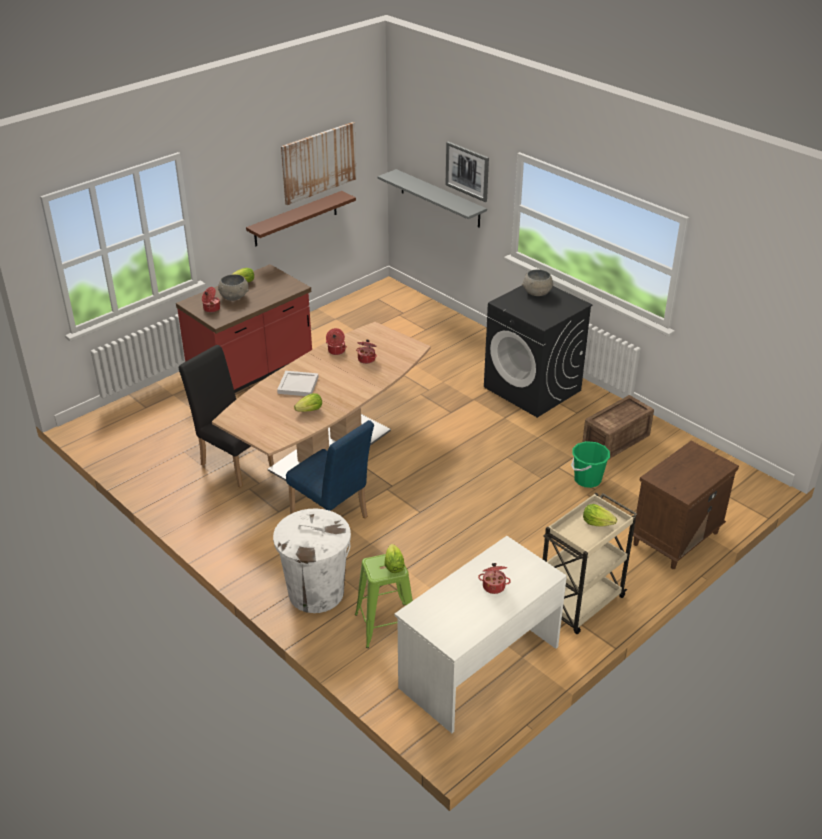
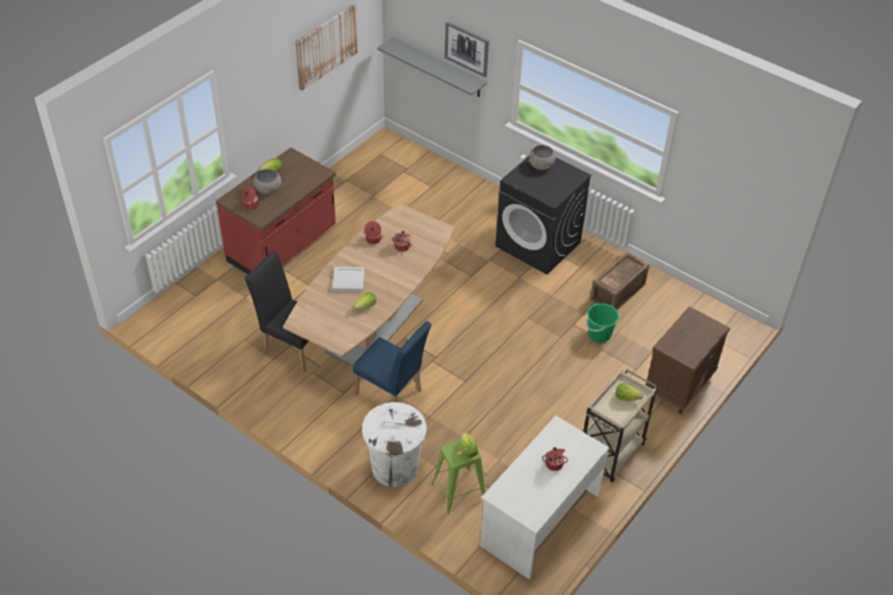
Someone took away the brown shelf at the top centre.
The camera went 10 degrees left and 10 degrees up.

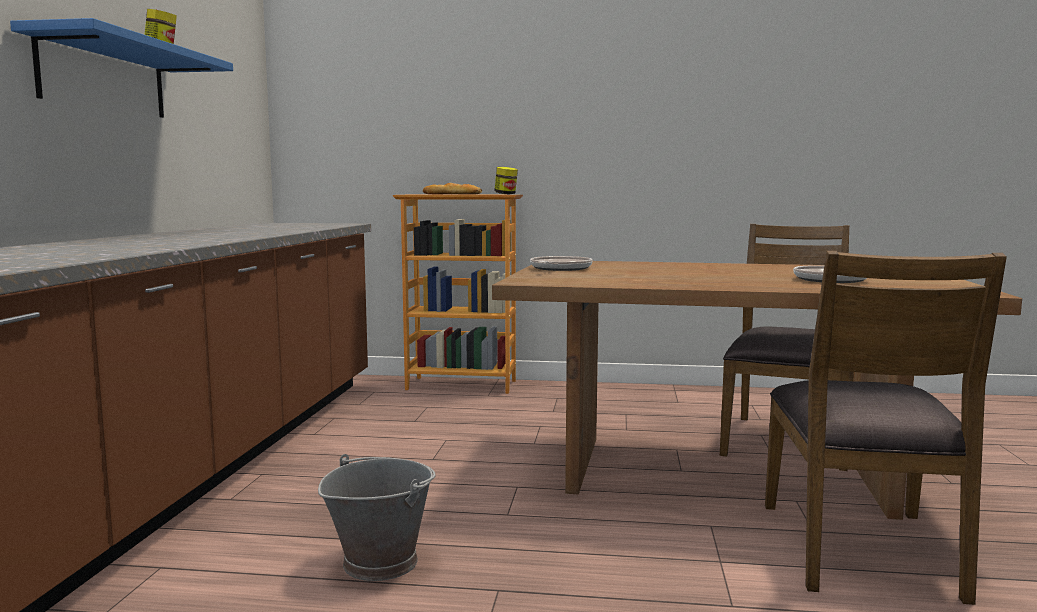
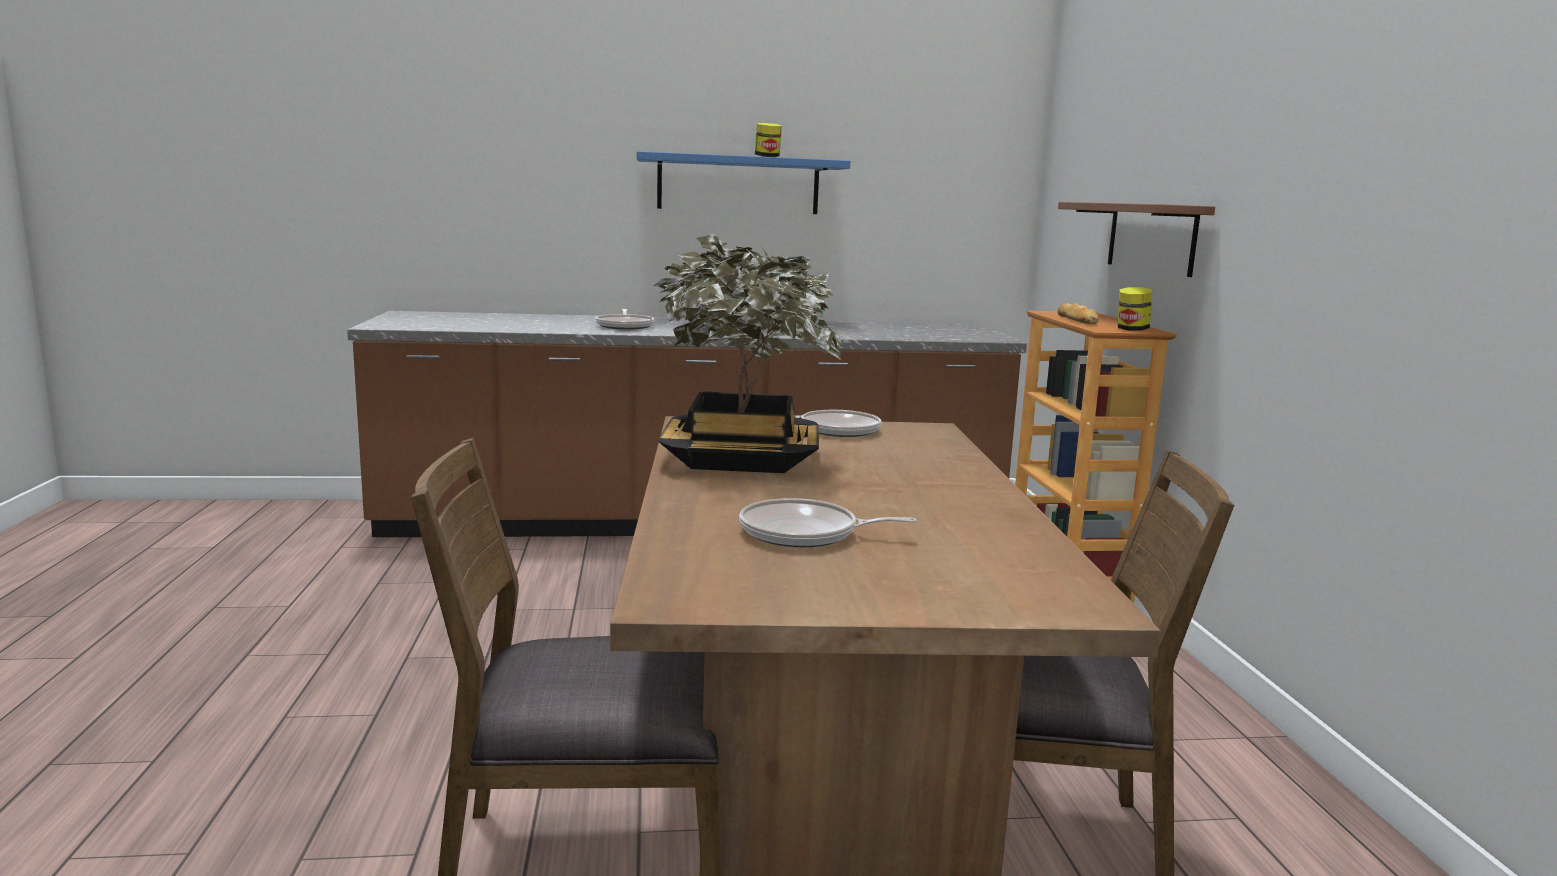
Someone took away the grey bucket at the bottom centre.
Someone put down the frying pan (no. 1 from left) at the centre.
Someone put down the potted plant at the centre.
Someone put up the brown shelf at the top right.
The camera went 75 degrees right and 5 degrees up.

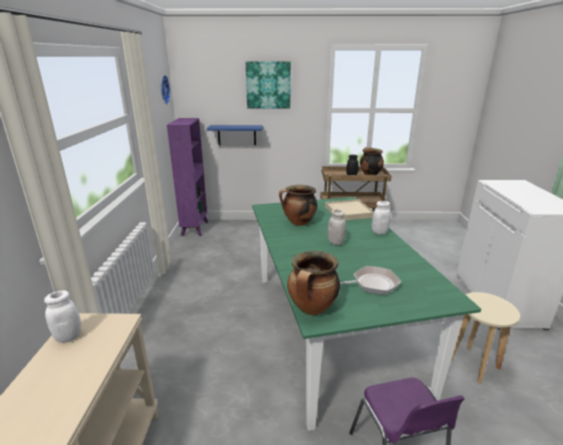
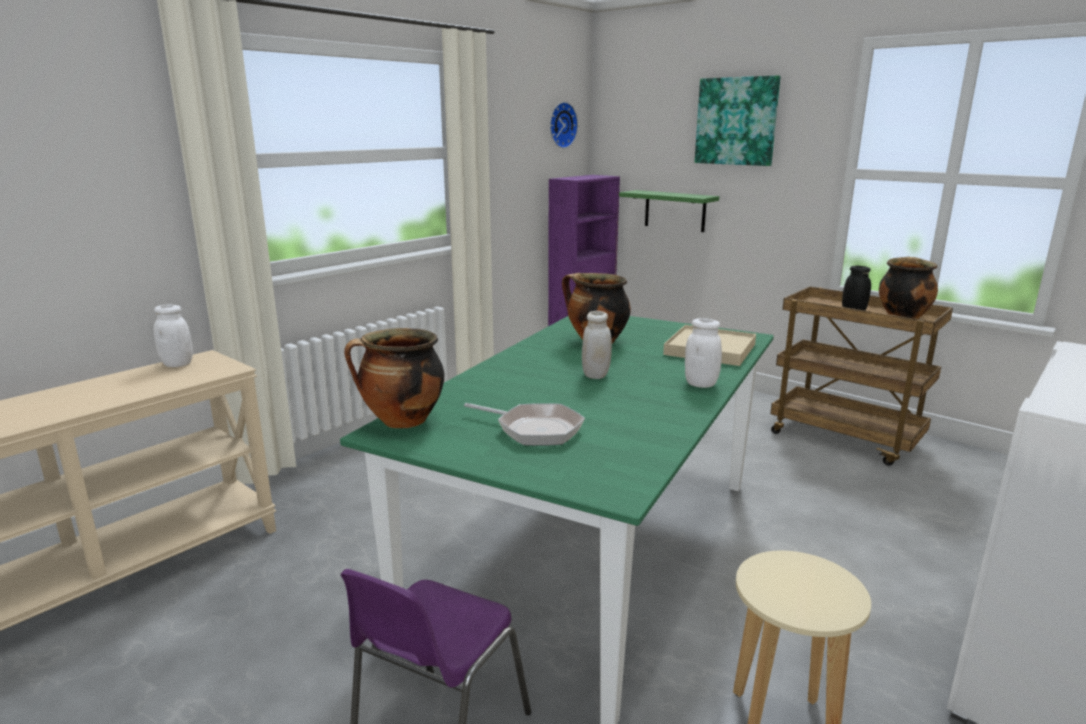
Someone repainted the blue shelf at the top centre, which became the green shelf at the top centre.
The camera went 40 degrees right and 5 degrees down.

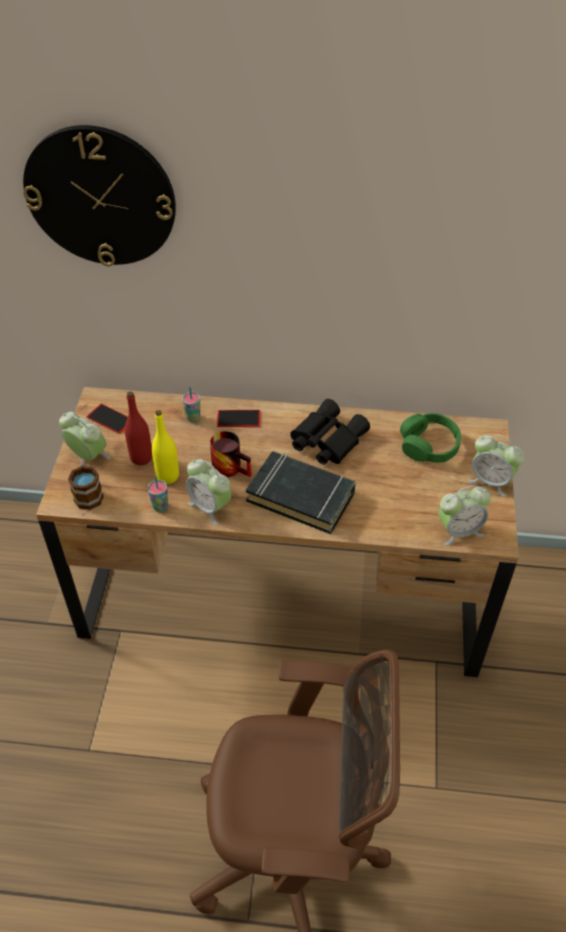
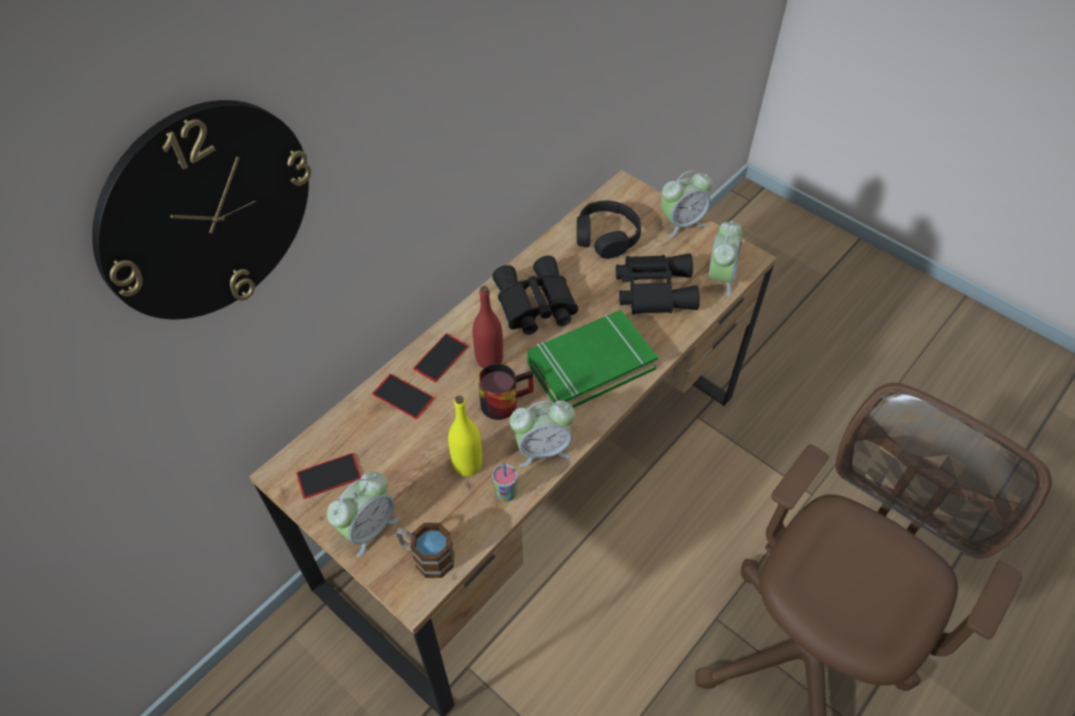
Someone put down the black binoculars (no. 2 from left) at the centre.
Someone carried the red bottle from the middle left to the centre.
Someone swapped the cup (no. 2 from left) at the centre for the phone (no. 2 from left) at the centre.
Someone repainted the black book at the centre, which became the green book at the centre.
Someone repainted the green headphones at the middle right, which became the black headphones at the top centre.
Someone rotated the alarm clock (no. 1 from left) at the middle left by 150 degrees clockwise.
The camera went 55 degrees left and 5 degrees up.

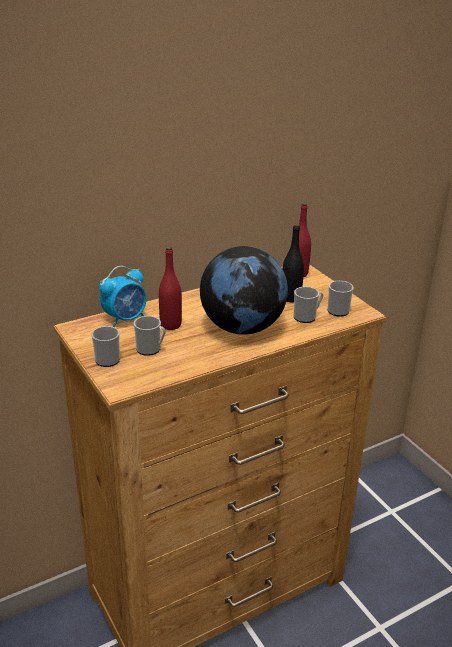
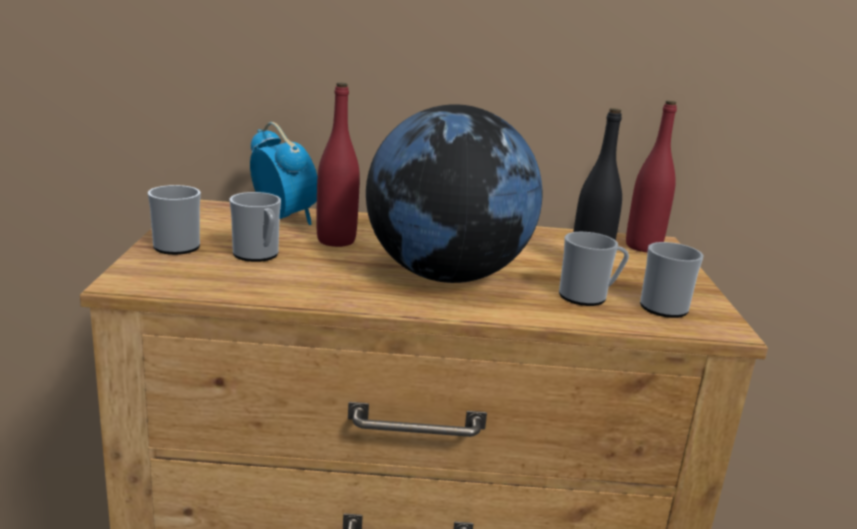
Someone rotated the alarm clock at the middle left by 120 degrees counterclockwise.
The camera went 30 degrees right and 10 degrees down.

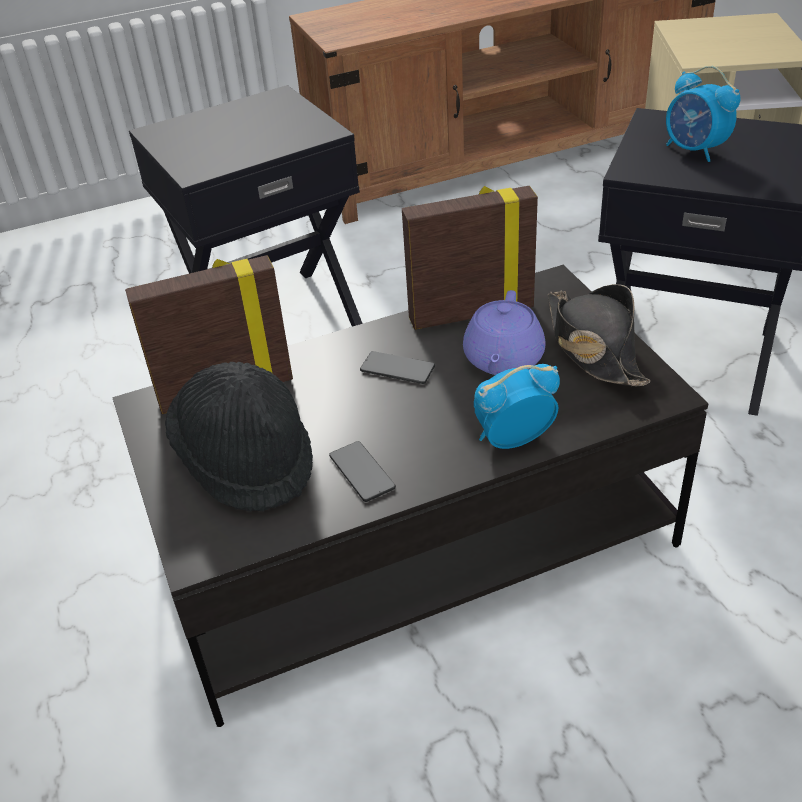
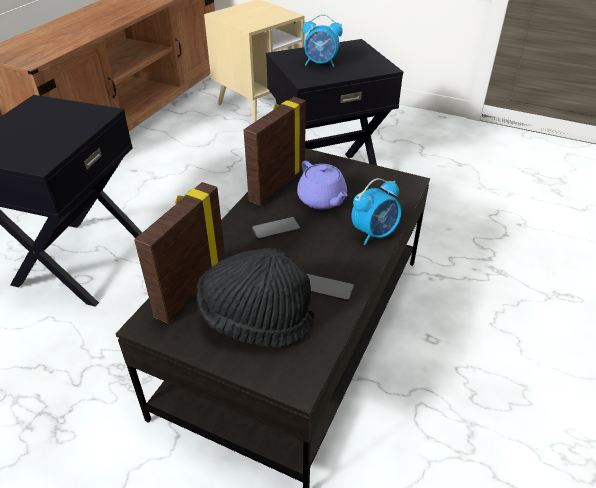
Someone took away the black hat (no. 2 from left) at the middle right.
Someone rotated the alarm clock (no. 1 from left in the first image) at the centre by 150 degrees counterclockwise.
The camera went 45 degrees left and 0 degrees up.

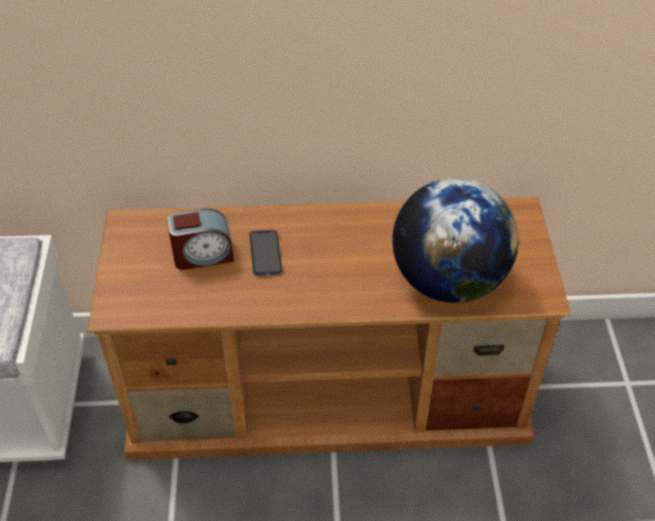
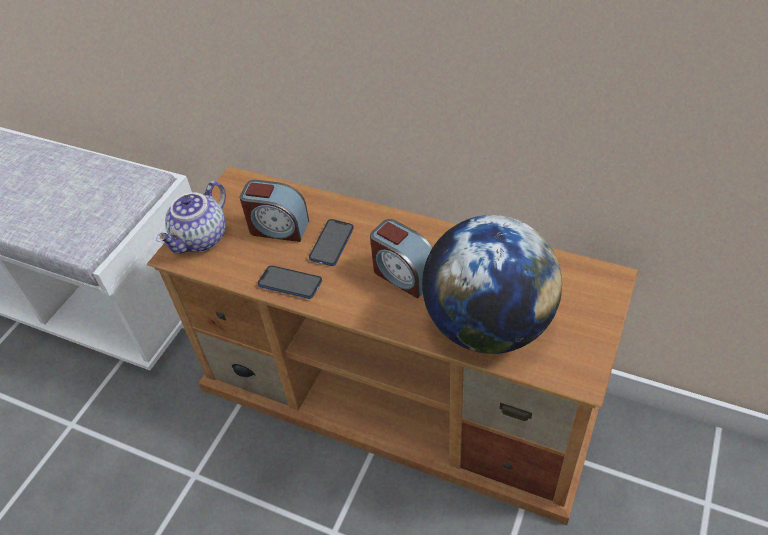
Someone put down the teapot at the middle left.
Someone put down the phone (no. 1 from left) at the centre.
Someone put down the alarm clock (no. 2 from left) at the centre.
The camera went 30 degrees right and 0 degrees up.

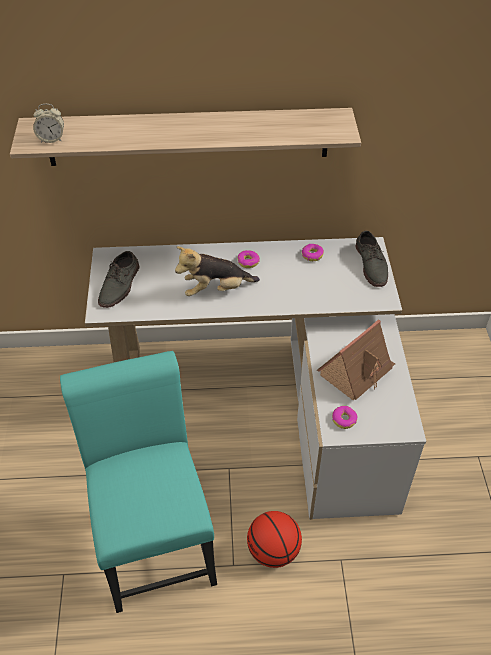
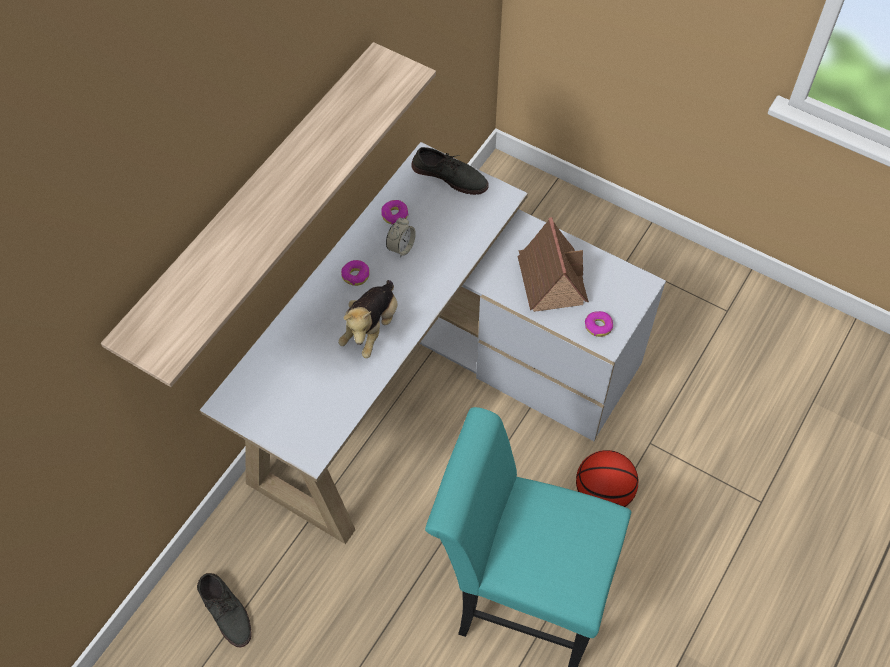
Someone carried the alarm clock from the top left to the centre.
Someone carried the grey shoe (no. 1 from left) from the middle left to the bottom left.
The camera went 55 degrees left and 10 degrees up.

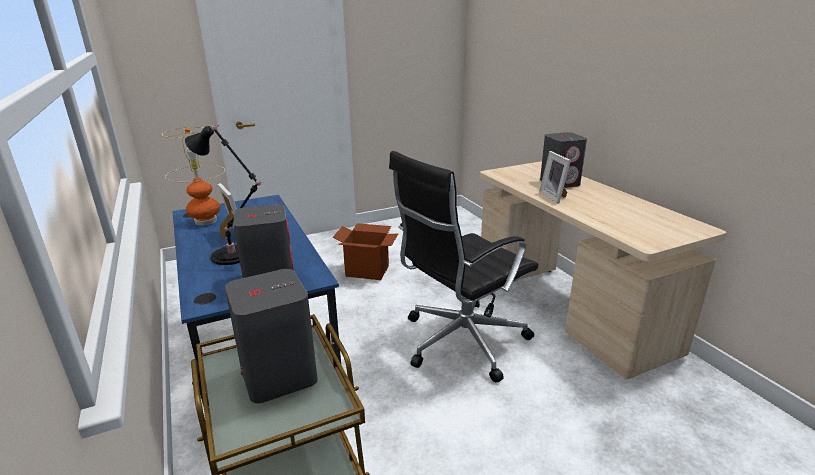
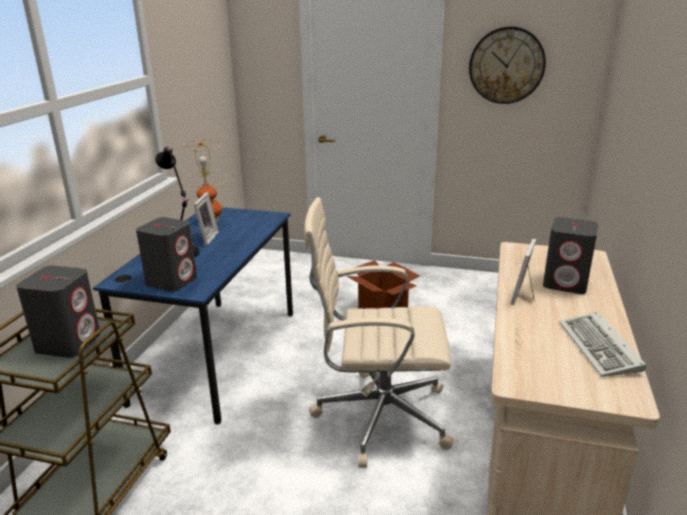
Someone put up the wall clock at the top right.
Someone put down the keyboard at the bottom right.
Someone repainted the black office chair at the centre, which became the beige office chair at the centre.
The camera went 40 degrees right and 0 degrees up.

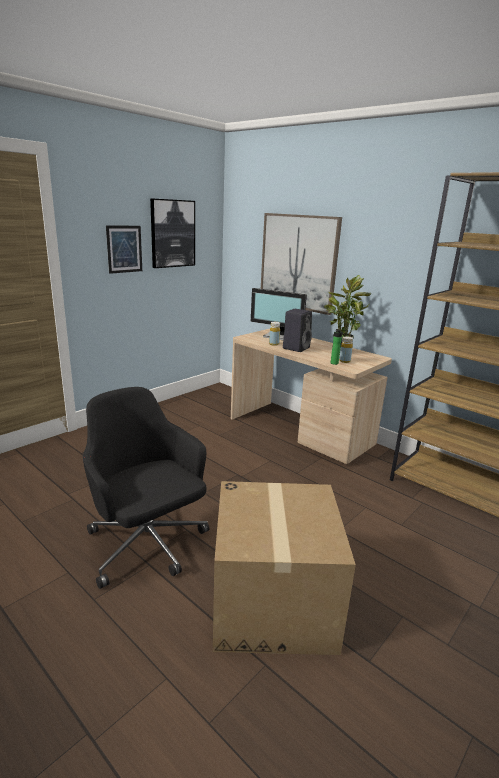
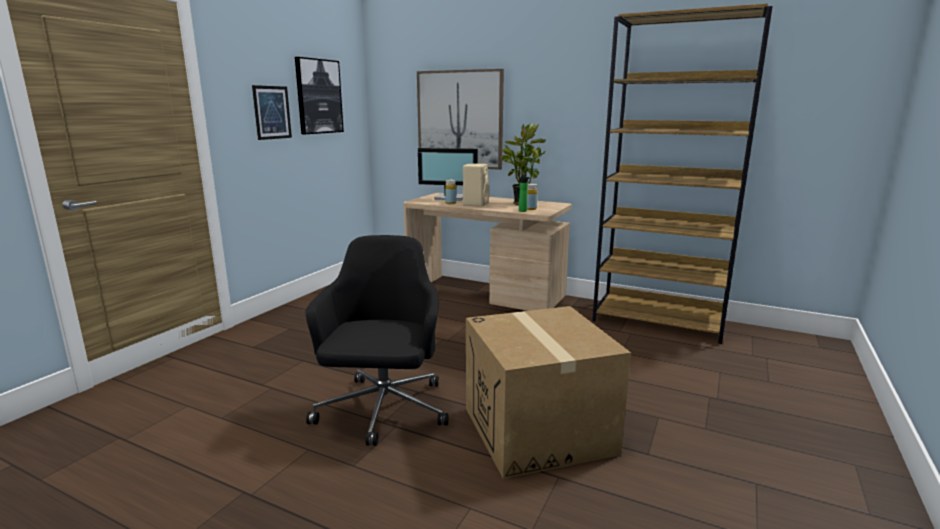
Someone repainted the black speaker at the centre, which became the beige speaker at the centre.
Someone rotated the black office chair at the middle left by 60 degrees clockwise.
The camera went 15 degrees left and 5 degrees down.

